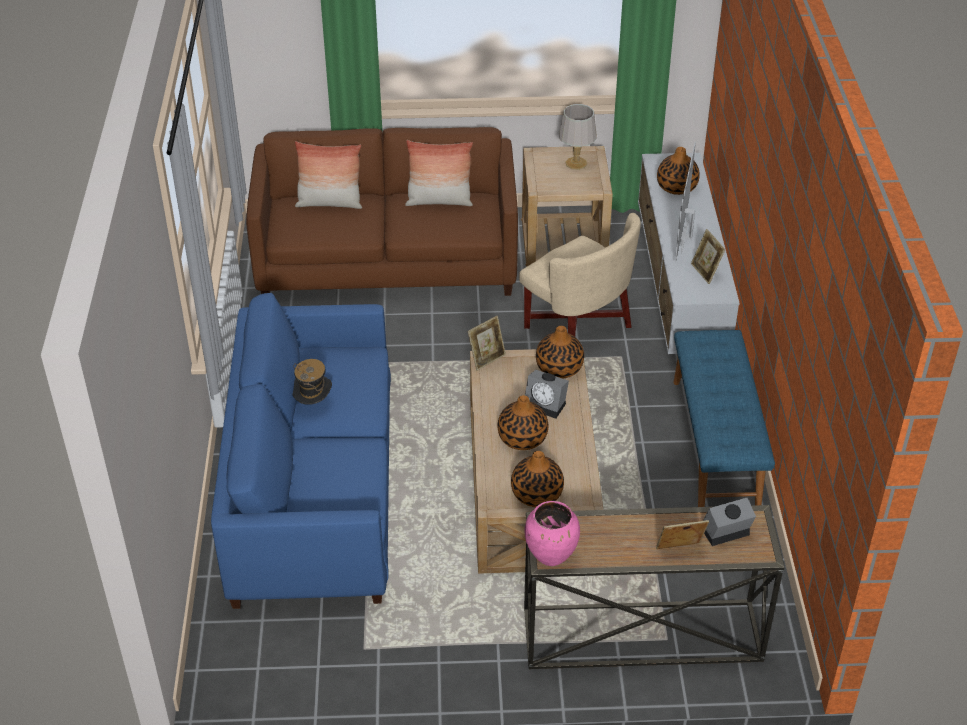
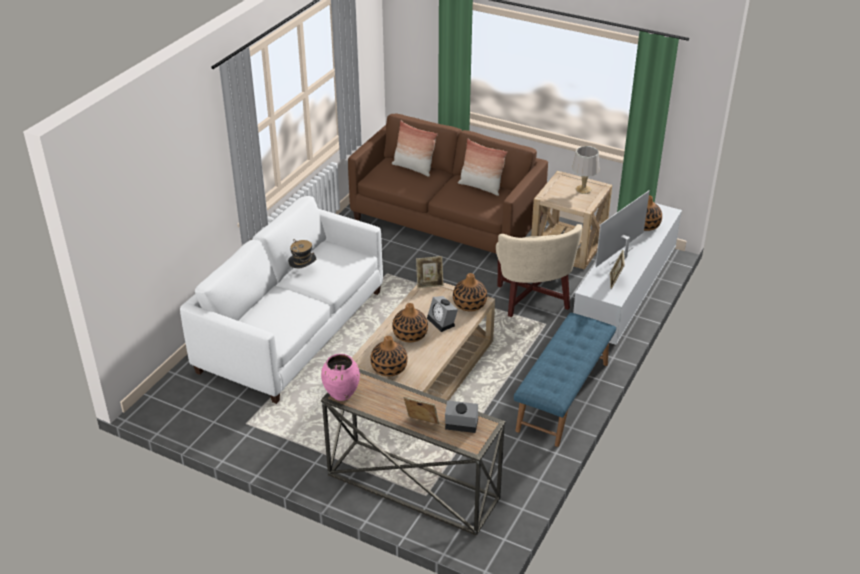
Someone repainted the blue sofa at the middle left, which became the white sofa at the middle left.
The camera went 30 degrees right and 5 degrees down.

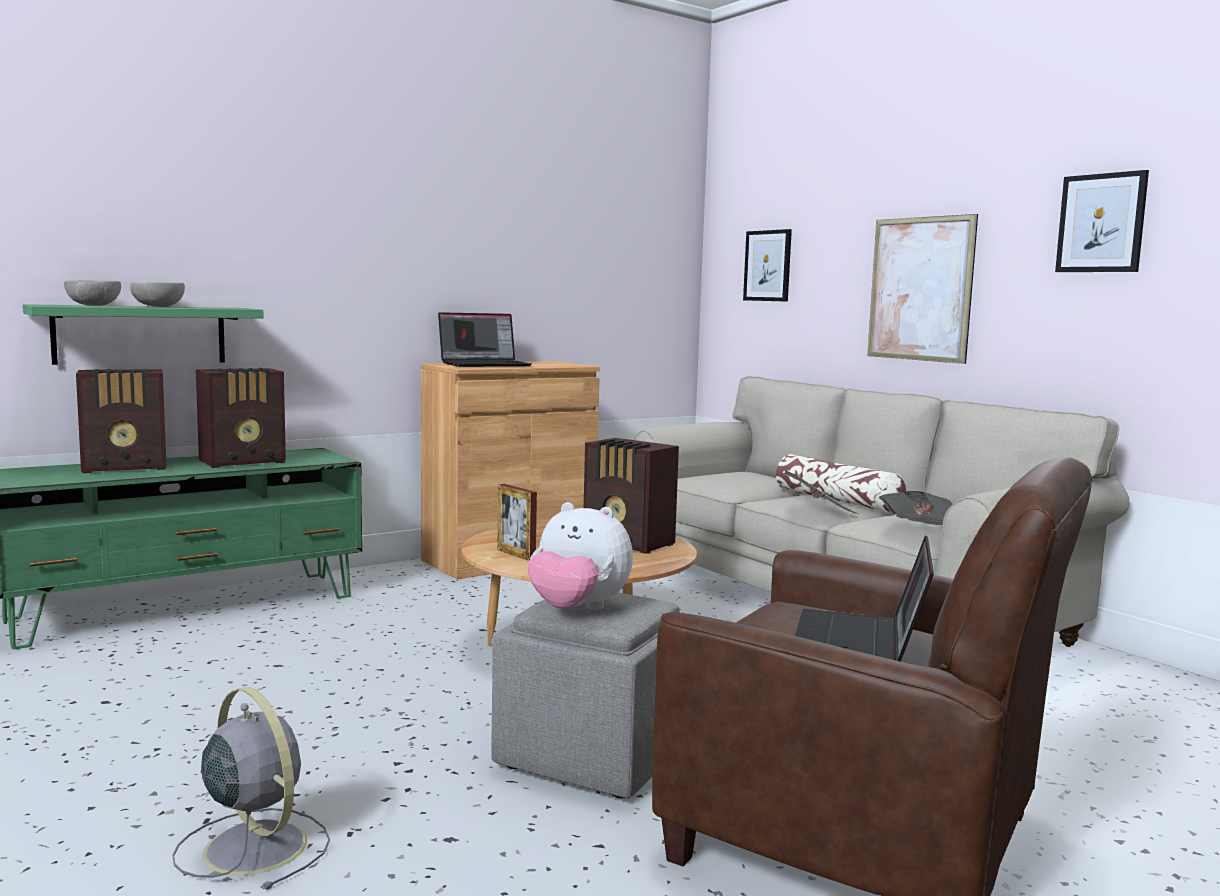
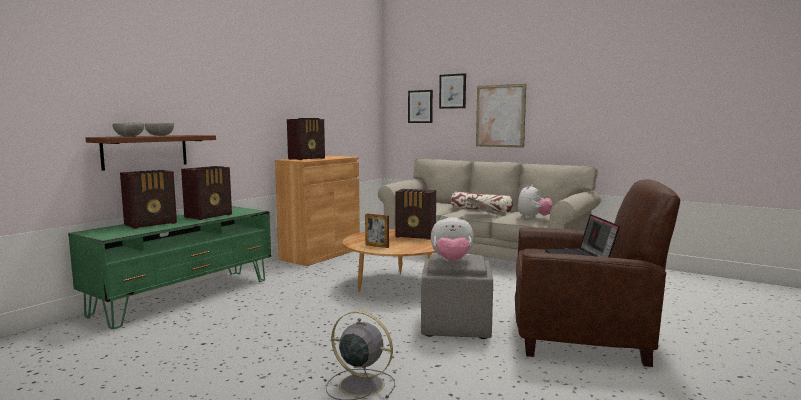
Someone carried the picture (no. 3 from left in the first image) from the top right to the top centre.
Someone swapped the laptop (no. 1 from left) at the centre for the radio (no. 3 from left) at the centre.
Someone swapped the newspaper (no. 2 from left) at the middle right for the plush toy (no. 2 from left) at the middle right.
Someone repainted the green shelf at the middle left, which became the brown shelf at the middle left.
The camera went 20 degrees left and 0 degrees up.

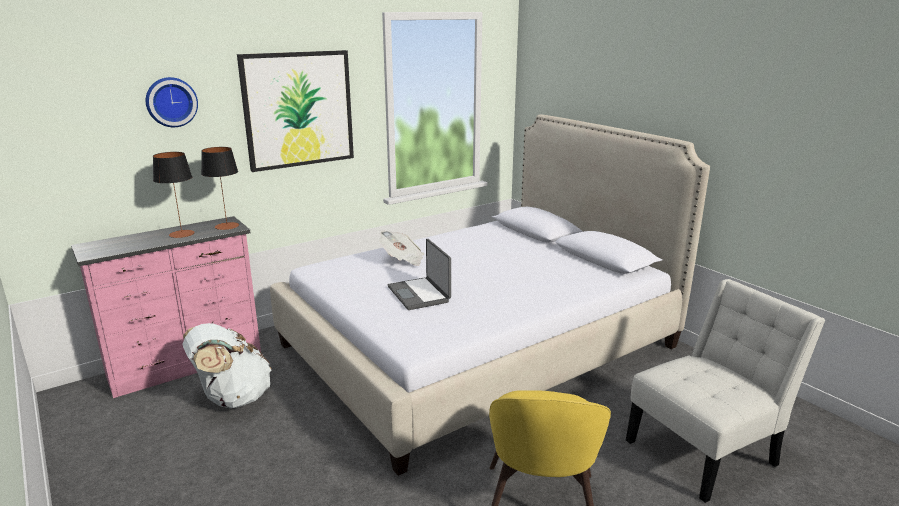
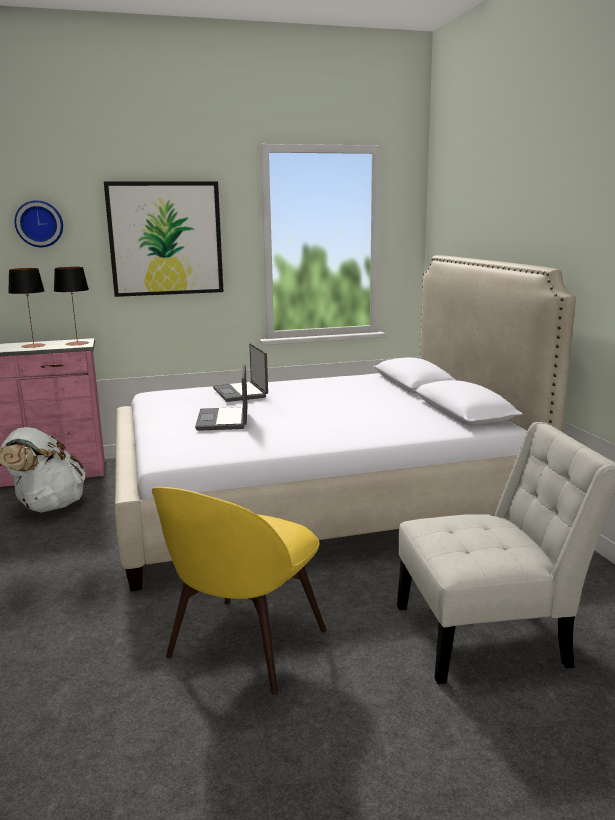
Someone swapped the newspaper at the centre for the laptop (no. 2 from left) at the centre.
The camera went 20 degrees right and 5 degrees down.

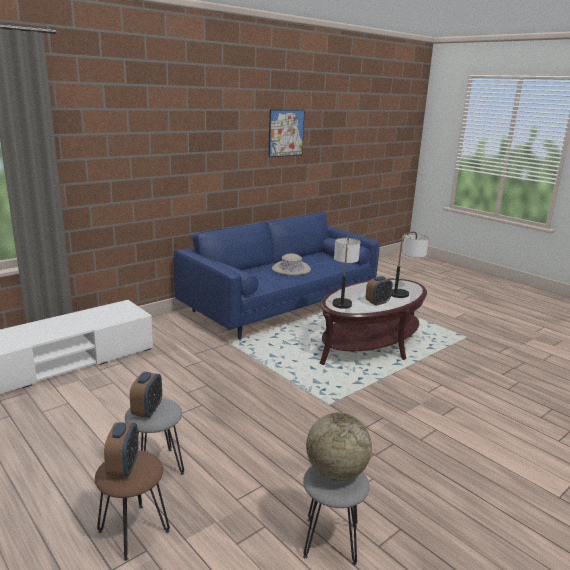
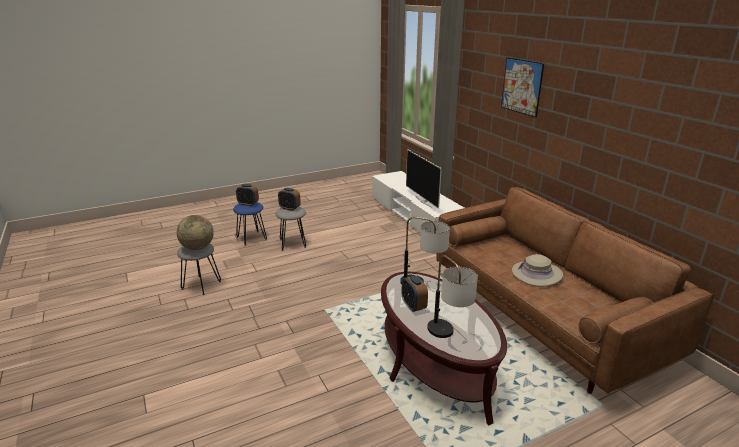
Someone put down the television at the centre.
Someone carried the picture from the top centre to the top right.
Someone repainted the brown stool at the bottom left, which became the blue stool at the centre.
Someone repainted the blue sofa at the centre, which became the brown sofa at the middle right.
The camera went 105 degrees right and 5 degrees up.

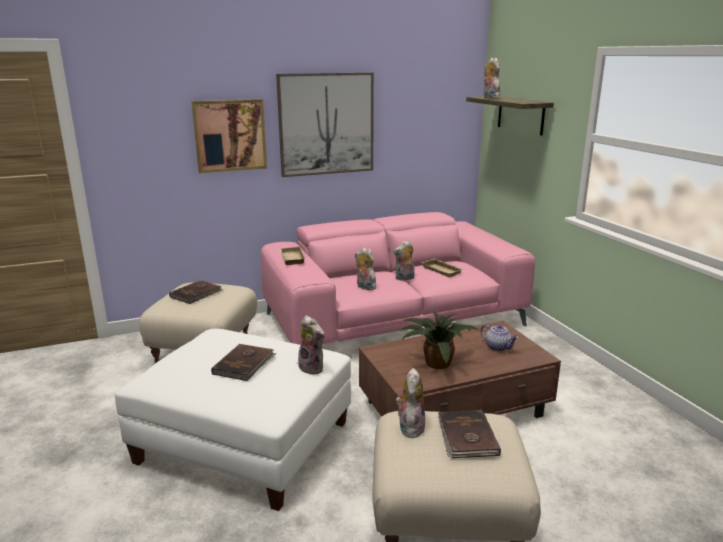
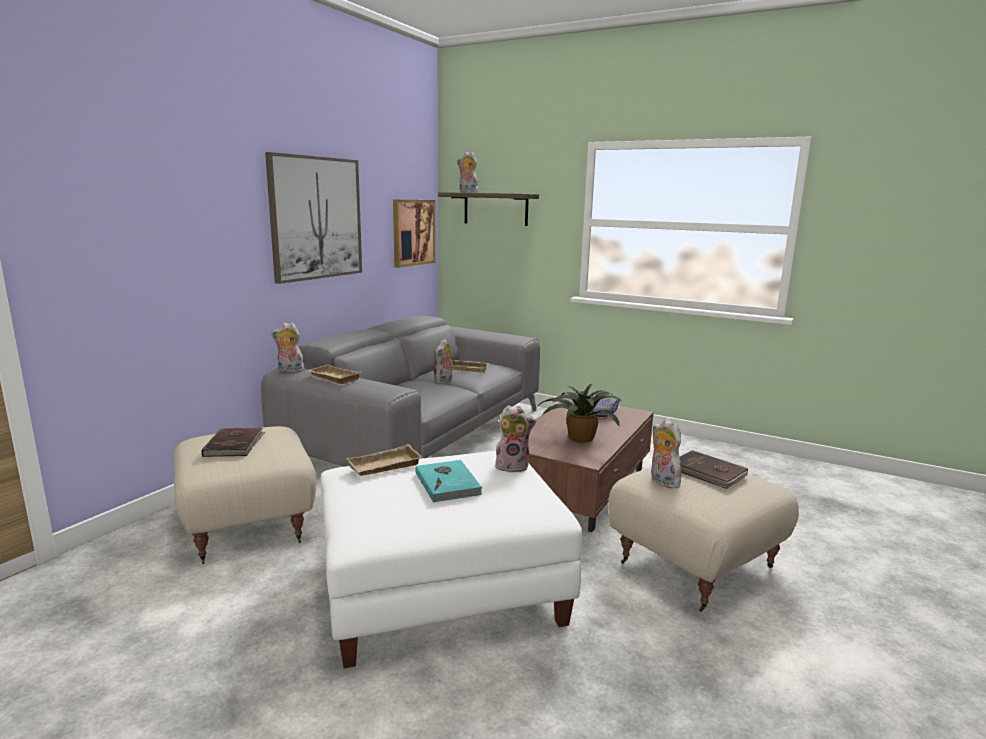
Someone put down the beige tray (no. 2 from left) at the centre.
Someone carried the picture (no. 1 from left in the first image) from the top left to the top centre.
Someone carried the plush toy (no. 2 from left in the first image) from the centre to the middle left.
Someone repainted the brown book (no. 2 from left) at the bottom centre, which became the turquoise book at the centre.
Someone repainted the pink sofa at the centre, which became the grey sofa at the centre.
The camera went 40 degrees left and 5 degrees down.

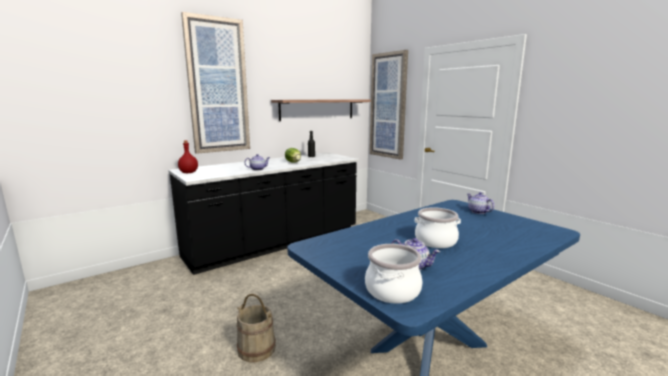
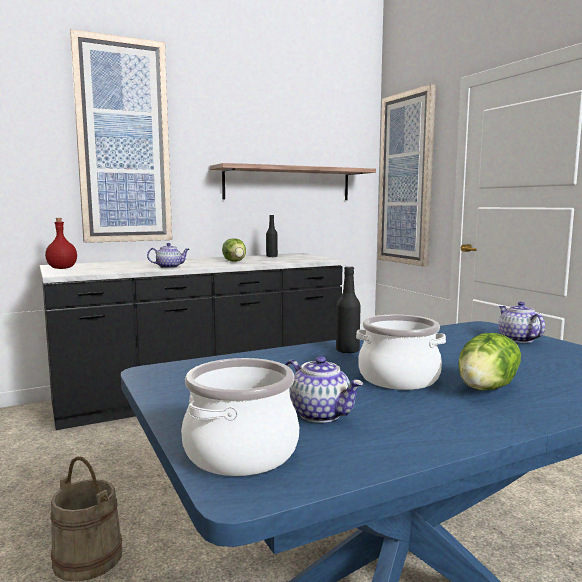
Someone put down the black bottle (no. 2 from left) at the centre.
Someone put down the lettuce (no. 2 from left) at the middle right.
The camera went 10 degrees right and 5 degrees down.

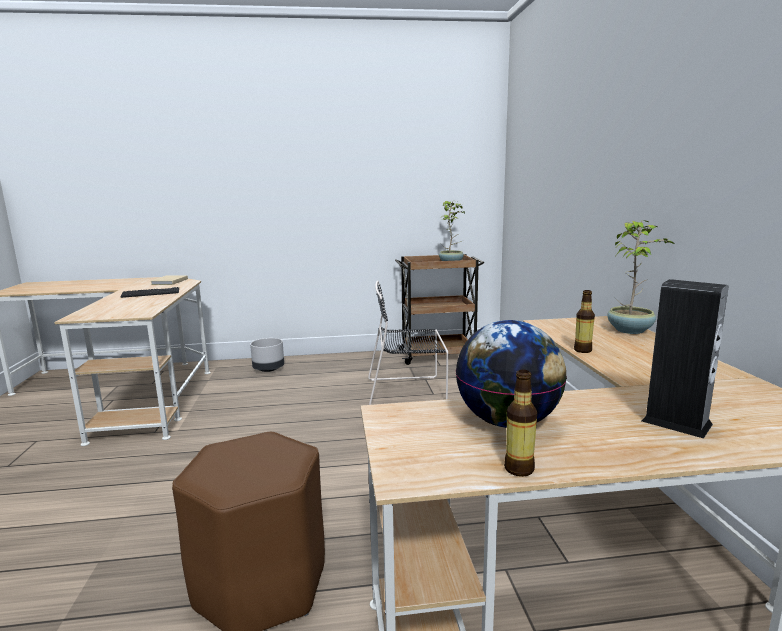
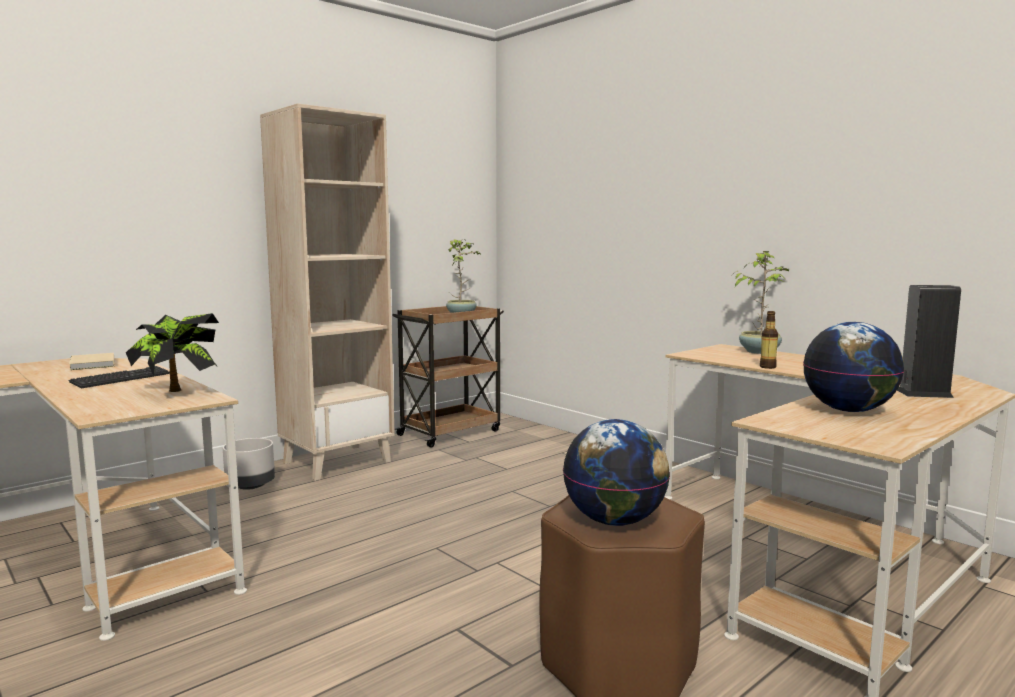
Someone took away the black chair at the centre.
Someone took away the bottle (no. 1 from left) at the bottom centre.
Someone put down the potted plant (no. 1 from left) at the middle left.
Someone put down the beige bookcase at the middle left.
Someone put down the globe (no. 1 from left) at the bottom centre.
The camera went 35 degrees left and 5 degrees down.

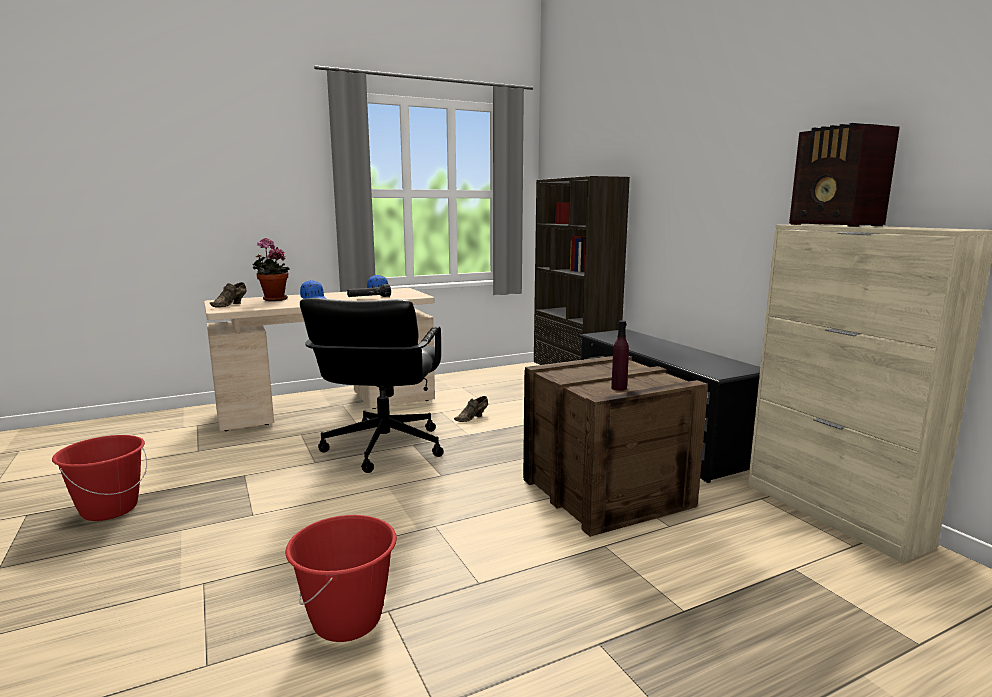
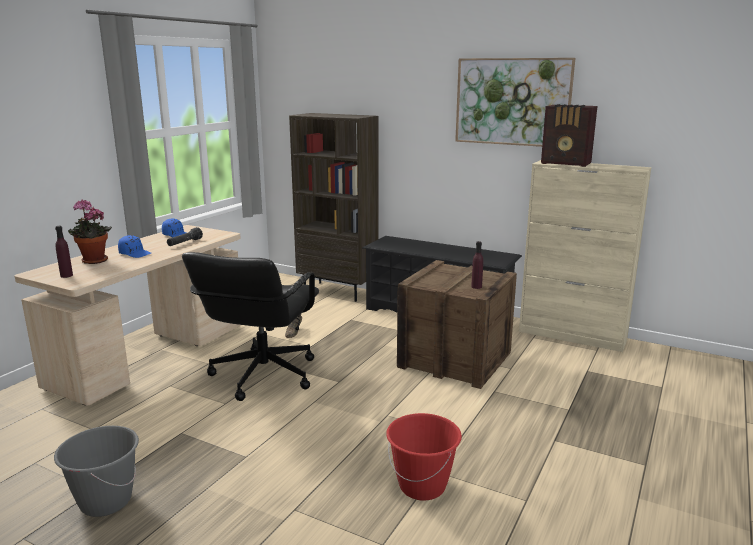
Someone put up the picture at the top right.
Someone swapped the brown shoe (no. 1 from left) at the middle left for the purple bottle (no. 1 from left) at the middle left.
Someone repainted the red bucket (no. 1 from left) at the bottom left, which became the grey bucket at the bottom left.
Someone rotated the black office chair at the centre by 45 degrees clockwise.
The camera went 35 degrees left and 5 degrees up.

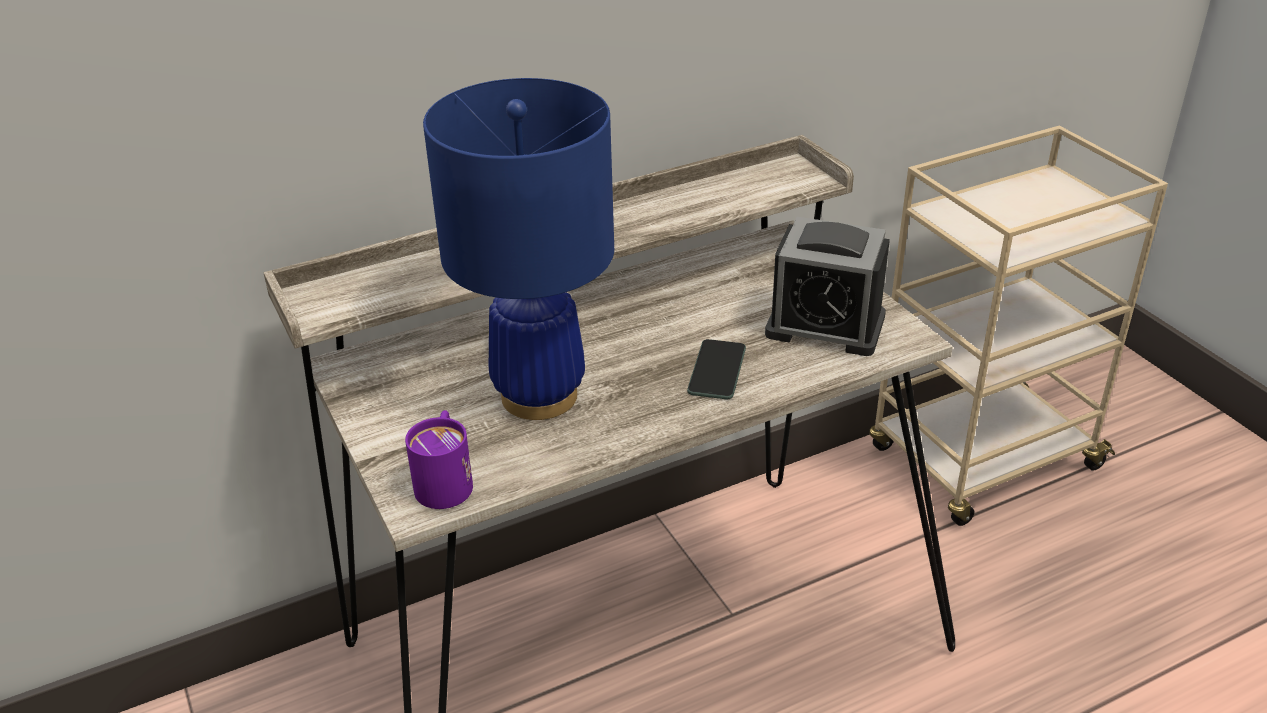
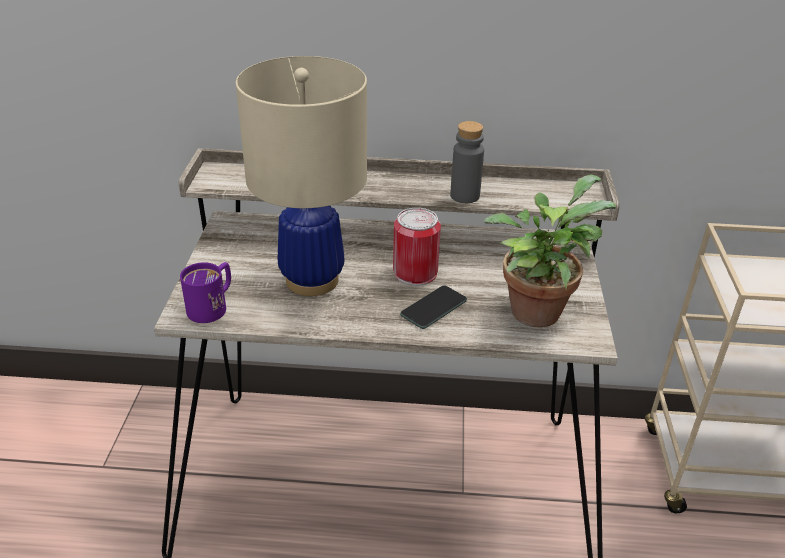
Someone put down the can at the centre.
Someone put down the grey bottle at the top centre.
Someone swapped the alarm clock at the centre for the potted plant at the middle right.
Someone repainted the blue table lamp at the centre, which became the beige table lamp at the top centre.
The camera went 30 degrees right and 0 degrees up.

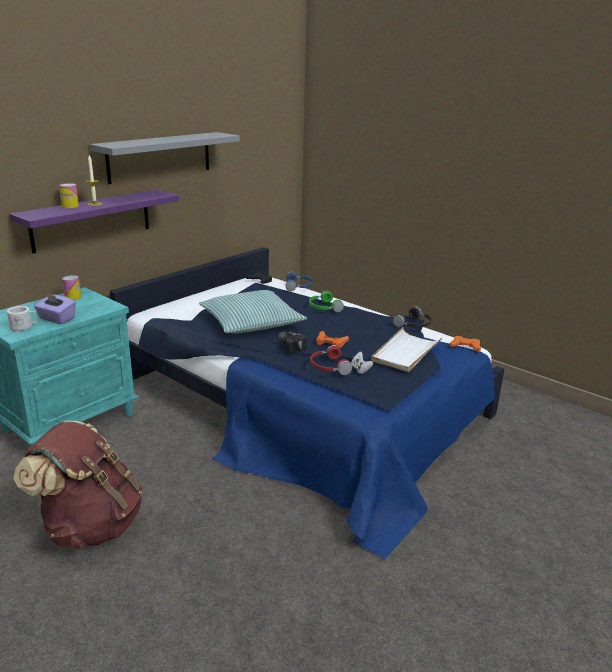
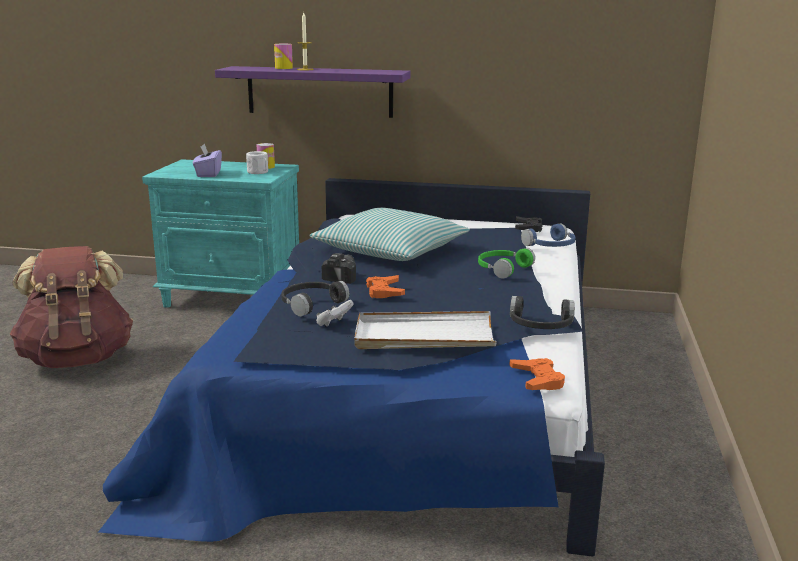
Someone took away the grey shelf at the top left.
Someone carried the white mug from the middle left to the top left.
Someone repainted the red headphones at the centre, which became the black headphones (no. 1 from left) at the centre.
The camera went 60 degrees right and 5 degrees down.

